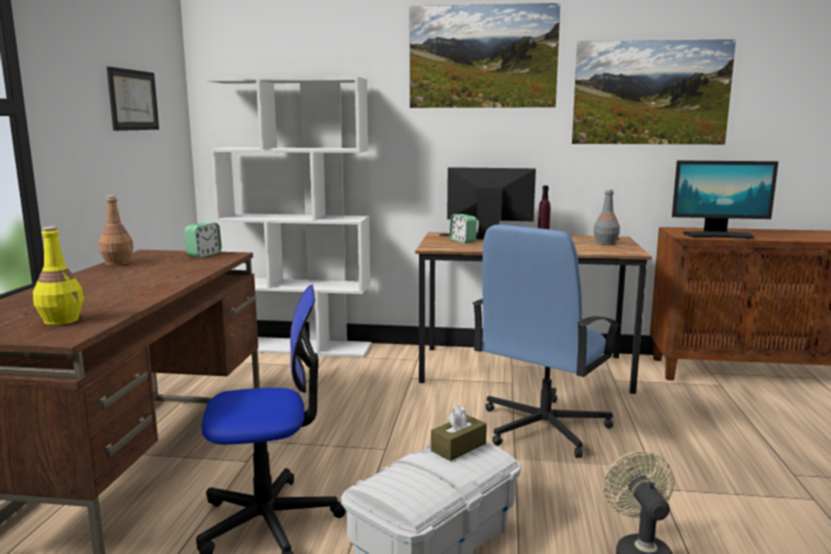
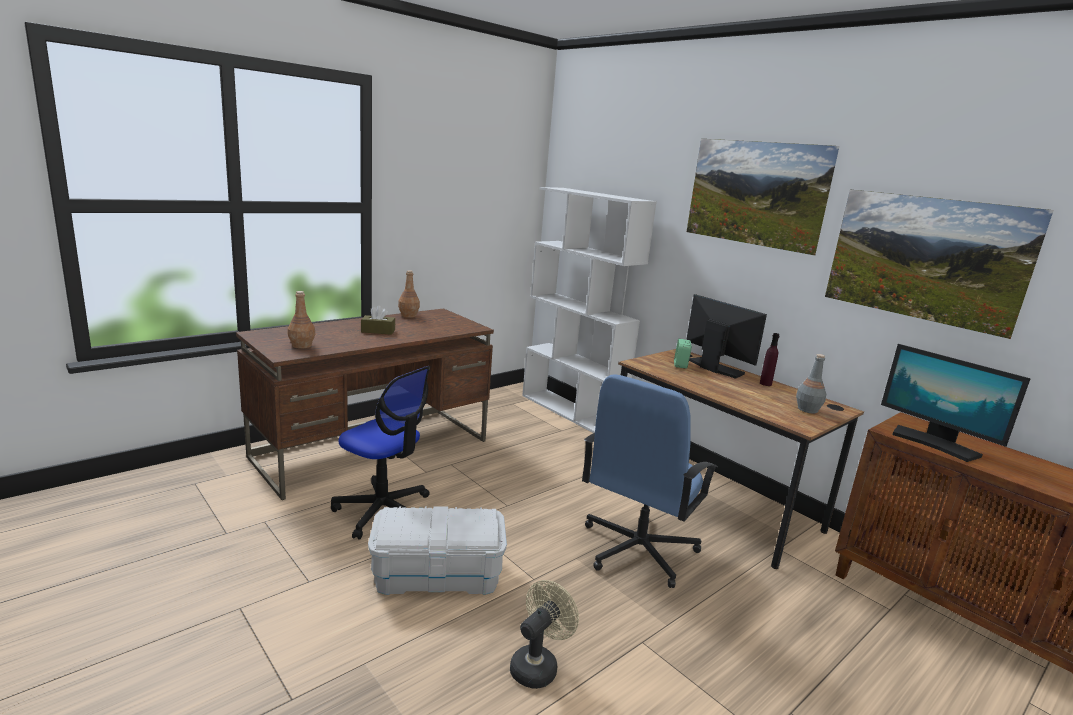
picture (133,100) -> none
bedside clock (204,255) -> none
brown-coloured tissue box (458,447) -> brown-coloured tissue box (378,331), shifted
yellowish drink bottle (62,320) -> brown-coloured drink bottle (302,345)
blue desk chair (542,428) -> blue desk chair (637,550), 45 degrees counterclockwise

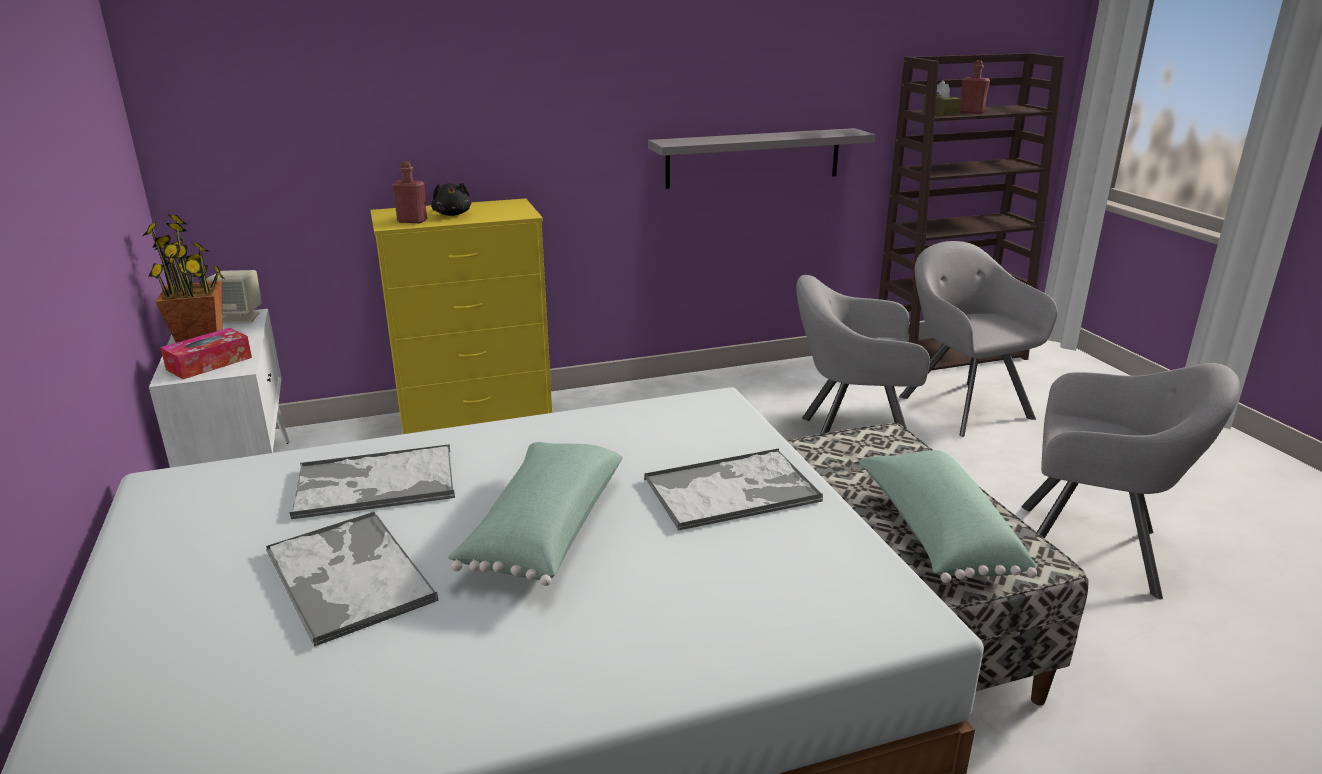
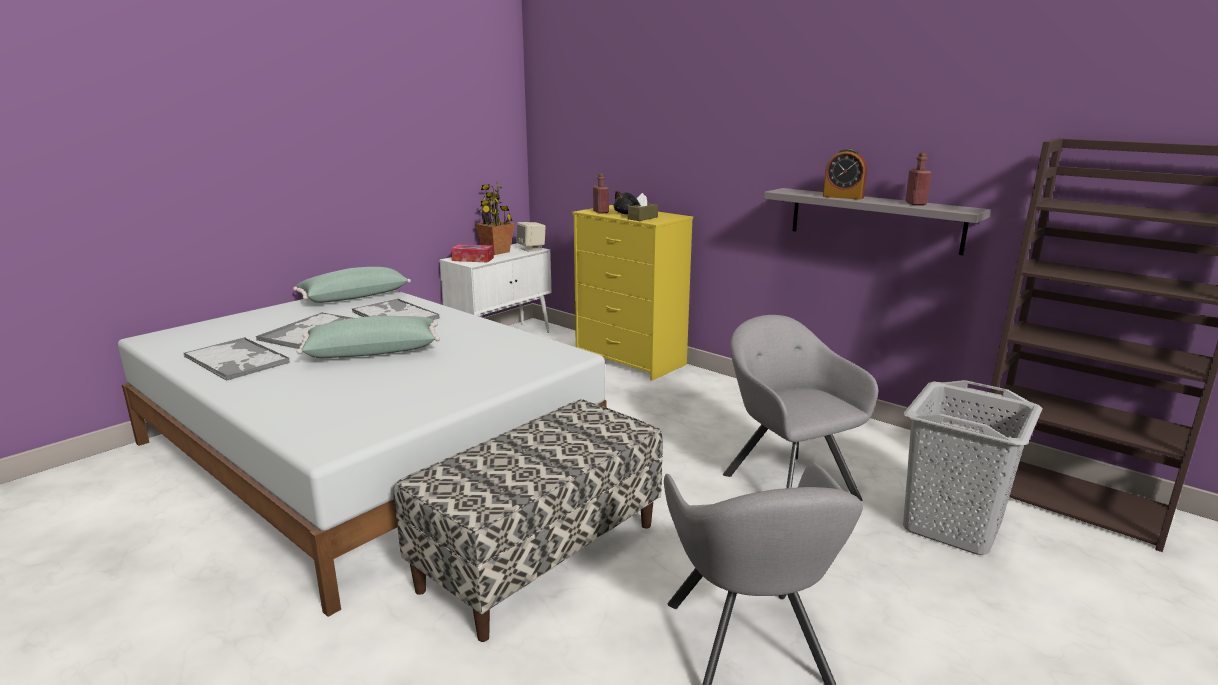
none -> bedside clock (843,197)
carrying tray (733,490) -> carrying tray (237,360), shifted
green-coloured throw pillow (935,534) -> green-coloured throw pillow (354,297), shifted
brown-coloured tissue box (940,113) -> brown-coloured tissue box (642,218), shifted
red drink bottle (971,112) -> red drink bottle (915,203), shifted
greyish armchair (961,405) -> greyish hamper (953,526)

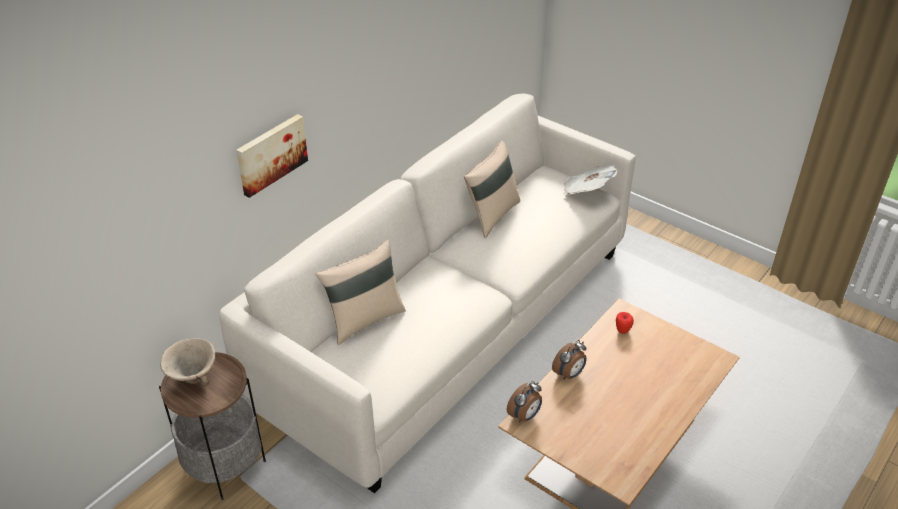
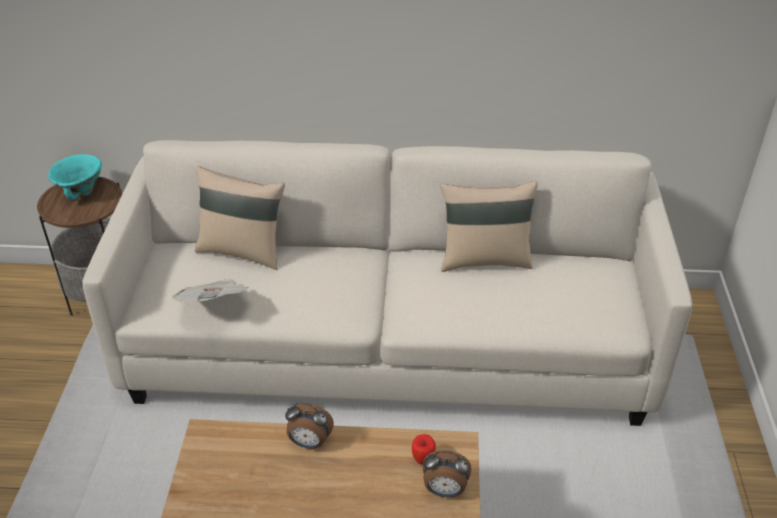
picture (270,154) -> none
bedside clock (525,416) -> bedside clock (444,490), shifted
daily paper (586,191) -> daily paper (214,305), shifted
sand-coloured bowl (192,378) -> blue-green bowl (80,191)

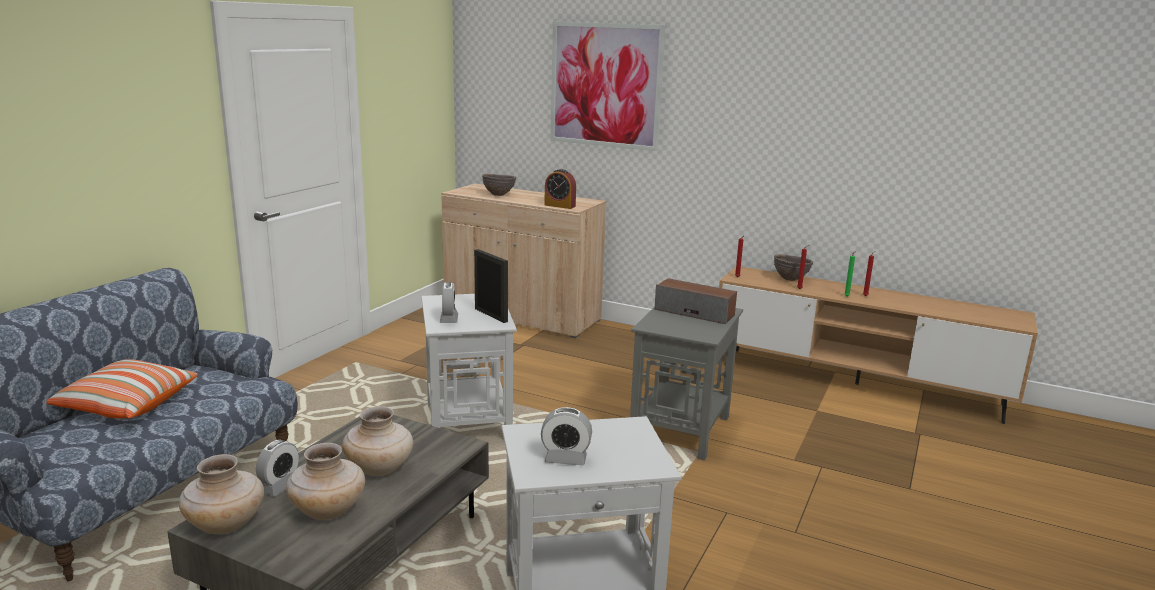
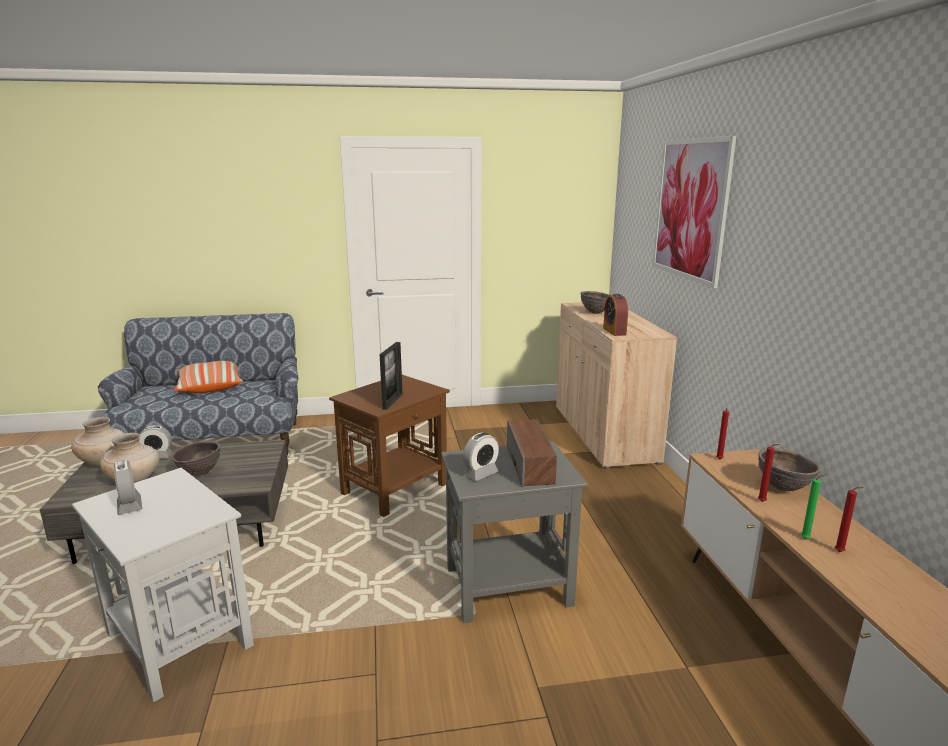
bedside clock (449,319) -> bedside clock (481,474), shifted
sand-coloured flower vase (380,469) -> brown-coloured bowl (199,473)
white side table (468,422) -> brown-coloured side table (395,488)

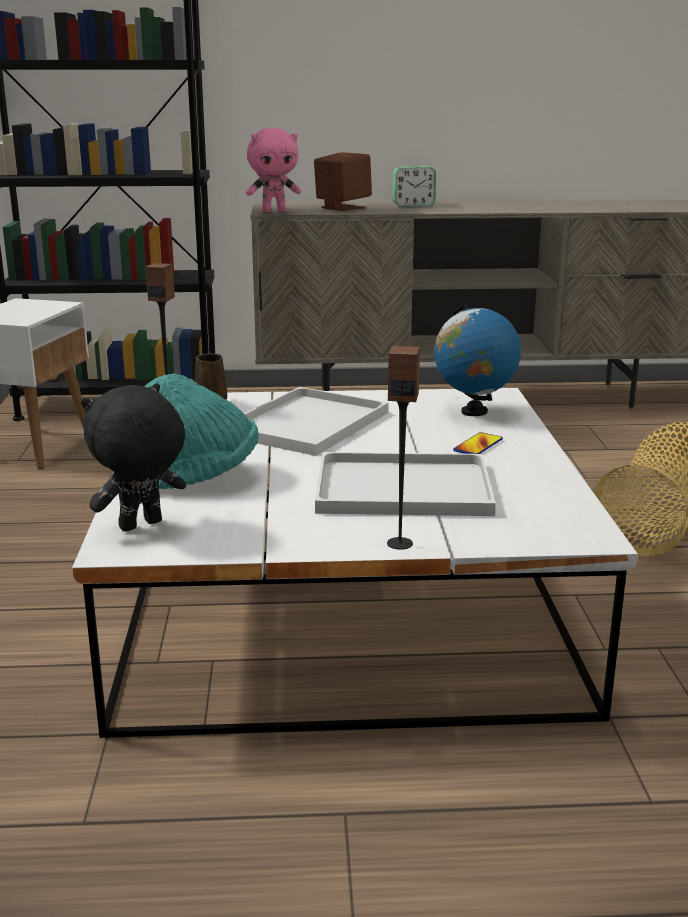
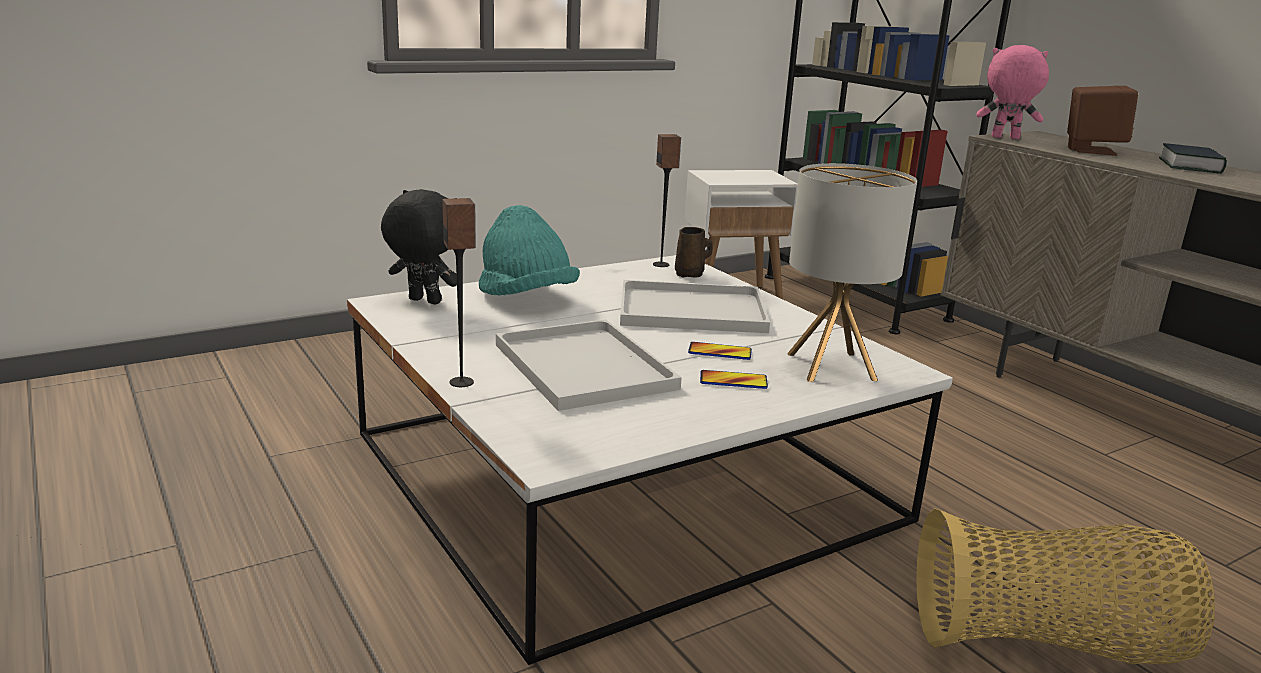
none -> handset (719,352)
bedside clock (413,205) -> volume (1190,166)
world globe (473,412) -> lamp for a table (830,367)
pinkish soft toy (274,211) -> pinkish soft toy (1004,138), 150 degrees clockwise

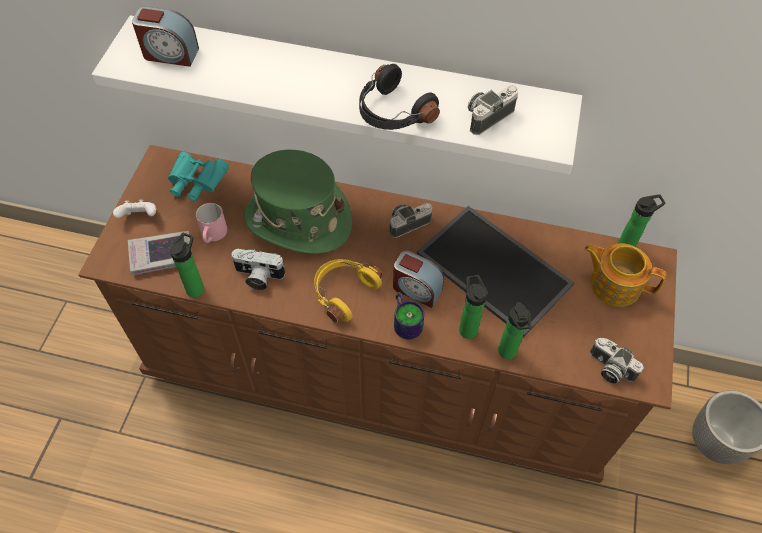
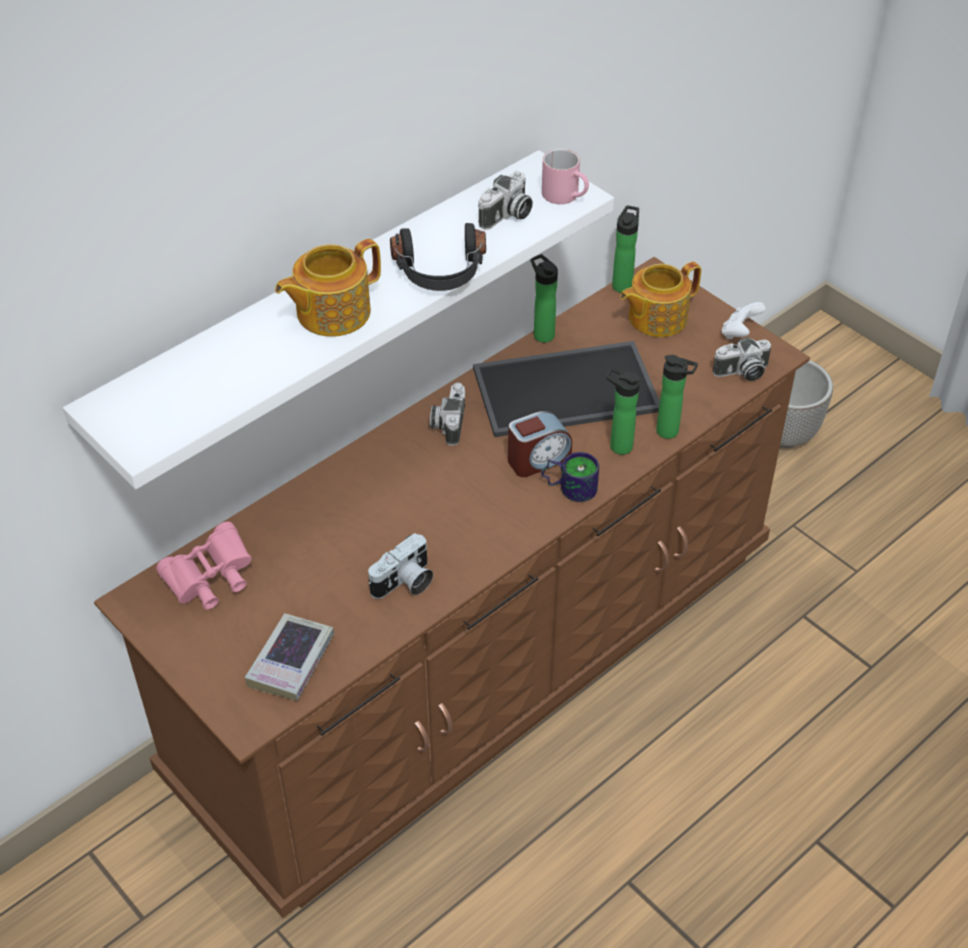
bedside clock (170,54) -> none
green-coloured hat (298,219) -> none
yellowish pair of headphones (343,292) -> none
none -> tea pot (331,312)
white game controller (140,217) -> white game controller (739,333), shifted
drink bottle (197,287) -> drink bottle (542,334), shifted
pinkish mug (213,235) -> pinkish mug (566,196), shifted
blue-green binoculars (197,184) -> pinkish binoculars (210,580)
still camera (488,116) -> still camera (507,216), 135 degrees counterclockwise

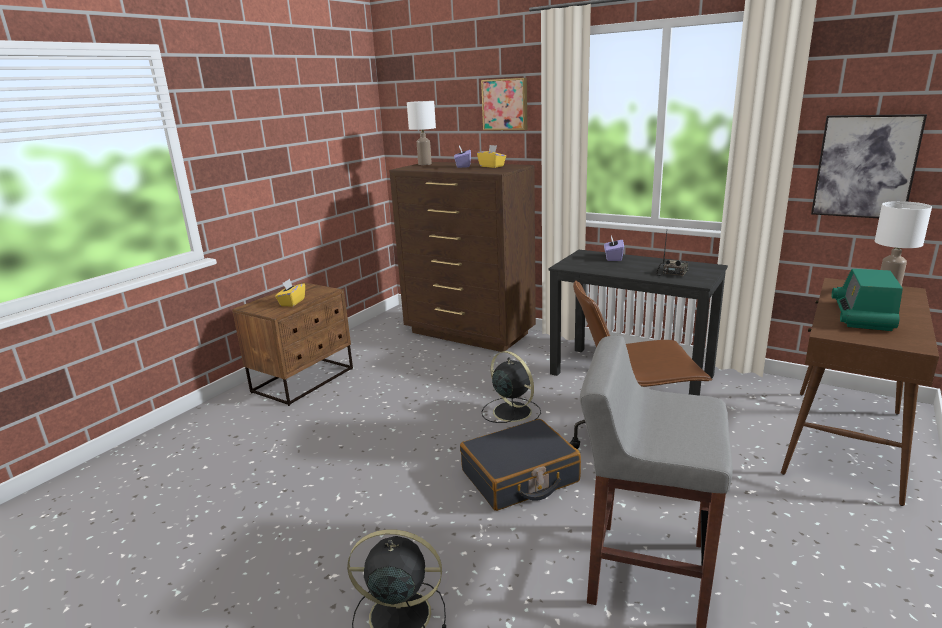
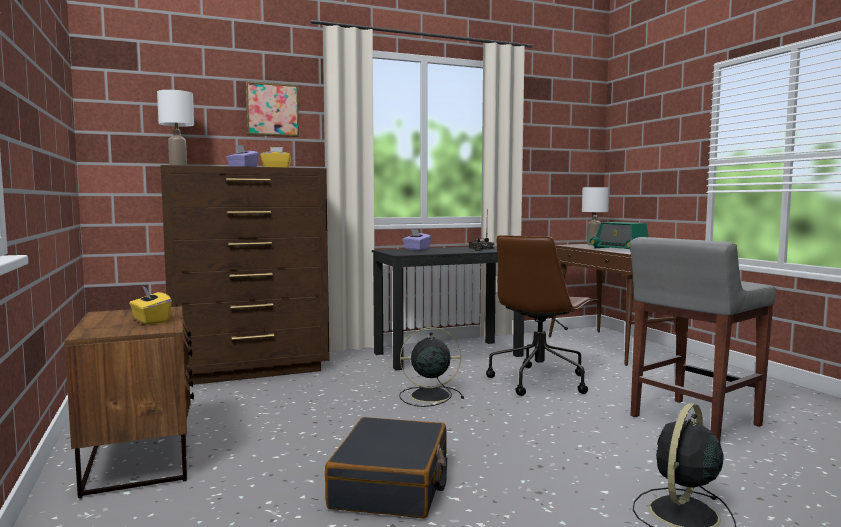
picture (865,167) -> none
blackish travel case (520,477) -> blackish travel case (392,484), shifted

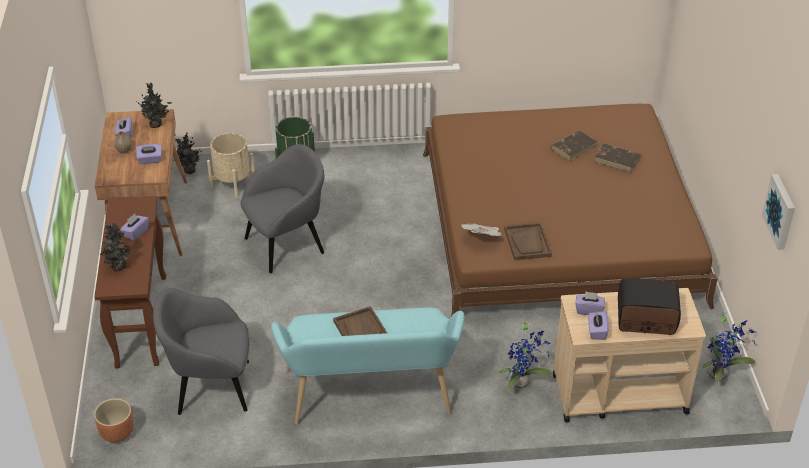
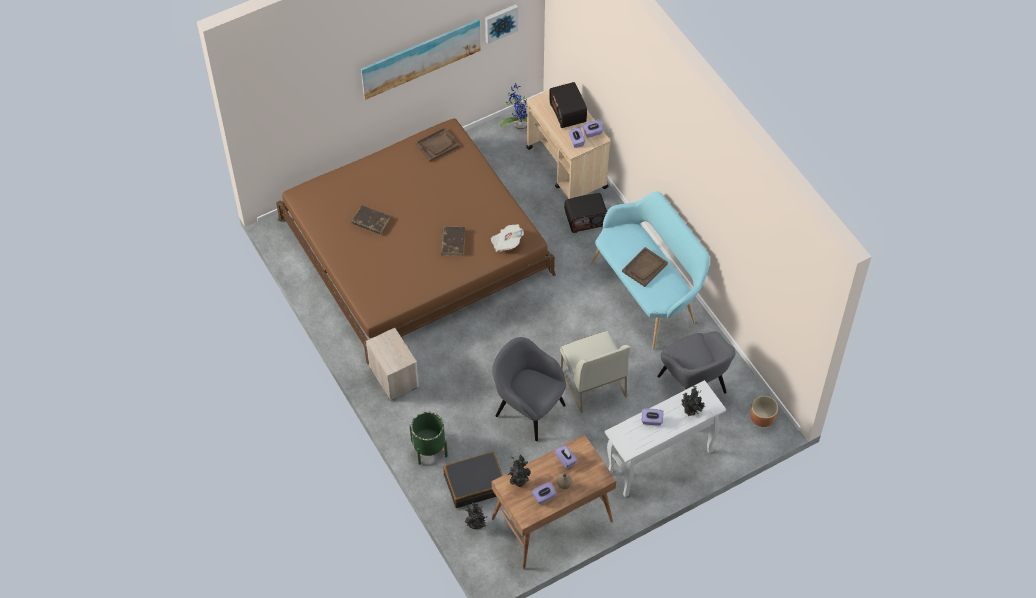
none -> picture (420,57)
none -> nightstand (393,376)
none -> white chair (592,383)
brown-coloured carrying tray (527,243) -> brown-coloured carrying tray (437,145), shifted
brown-coloured volume (617,159) -> brown-coloured volume (453,242), shifted
sand-coloured plant pot (232,183) -> blackish travel case (474,484)
plant in a pot (522,382) -> radio set (586,219)
brown-coloured console table (141,320) -> white console table (659,462)

